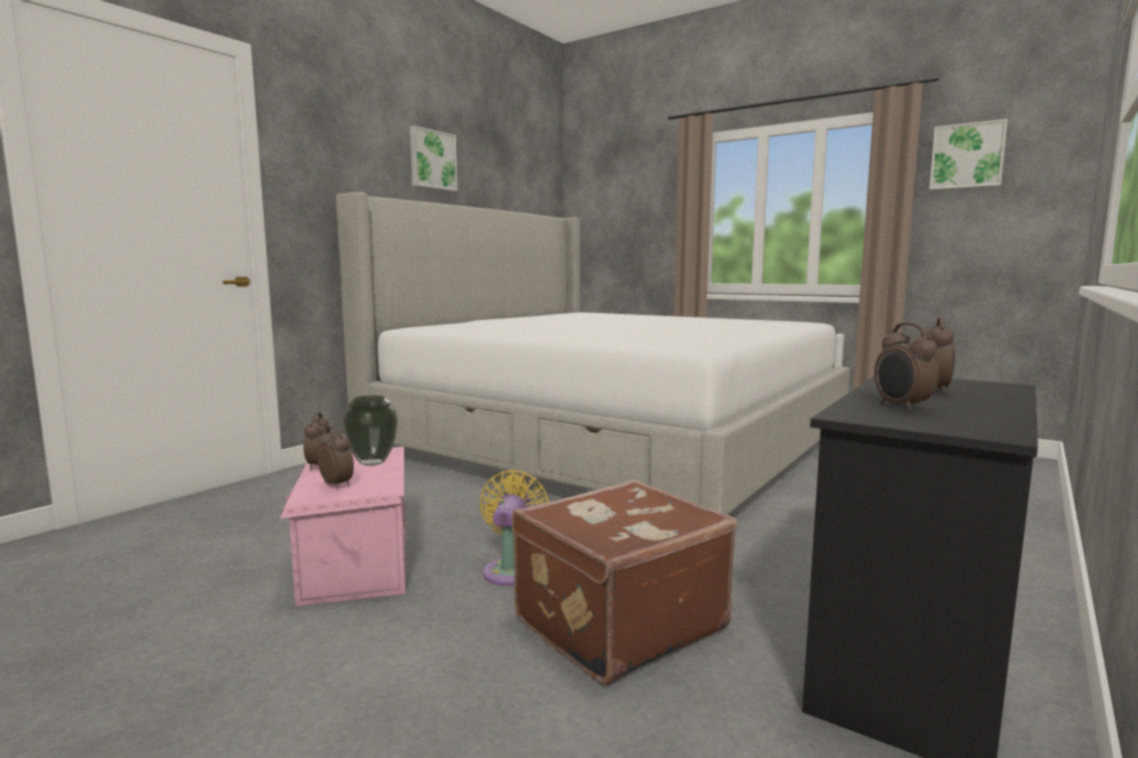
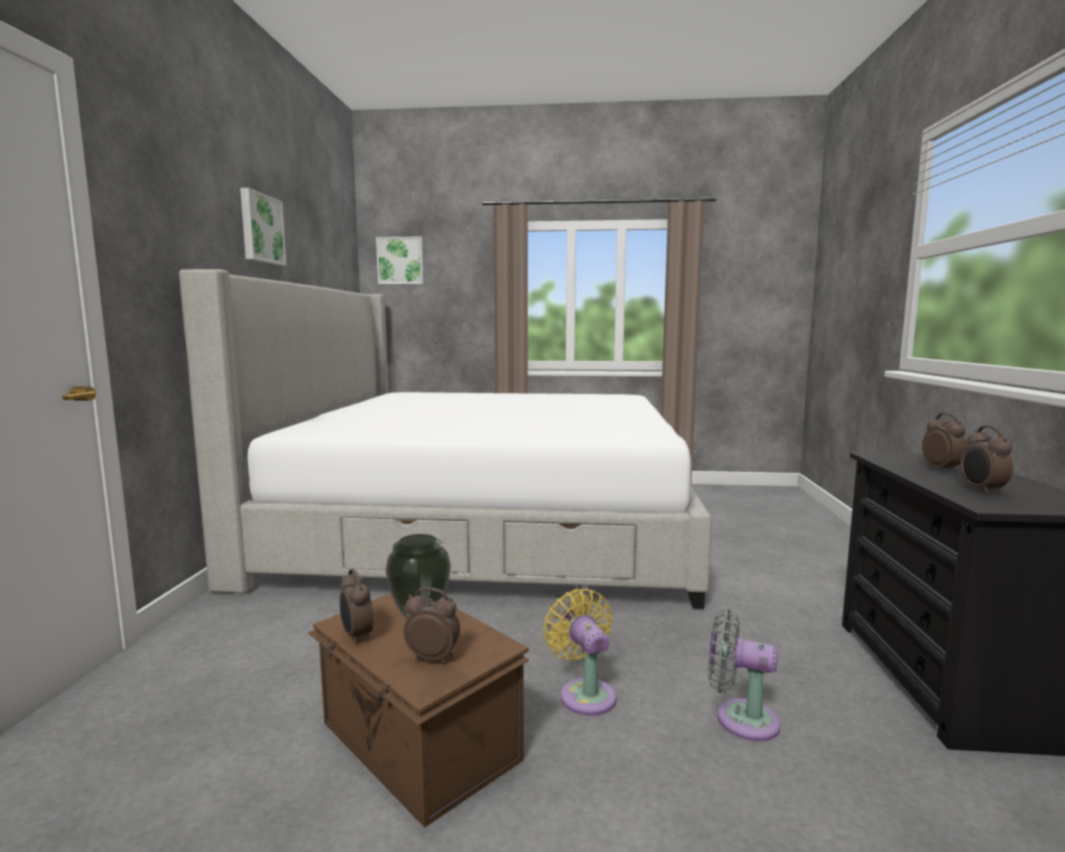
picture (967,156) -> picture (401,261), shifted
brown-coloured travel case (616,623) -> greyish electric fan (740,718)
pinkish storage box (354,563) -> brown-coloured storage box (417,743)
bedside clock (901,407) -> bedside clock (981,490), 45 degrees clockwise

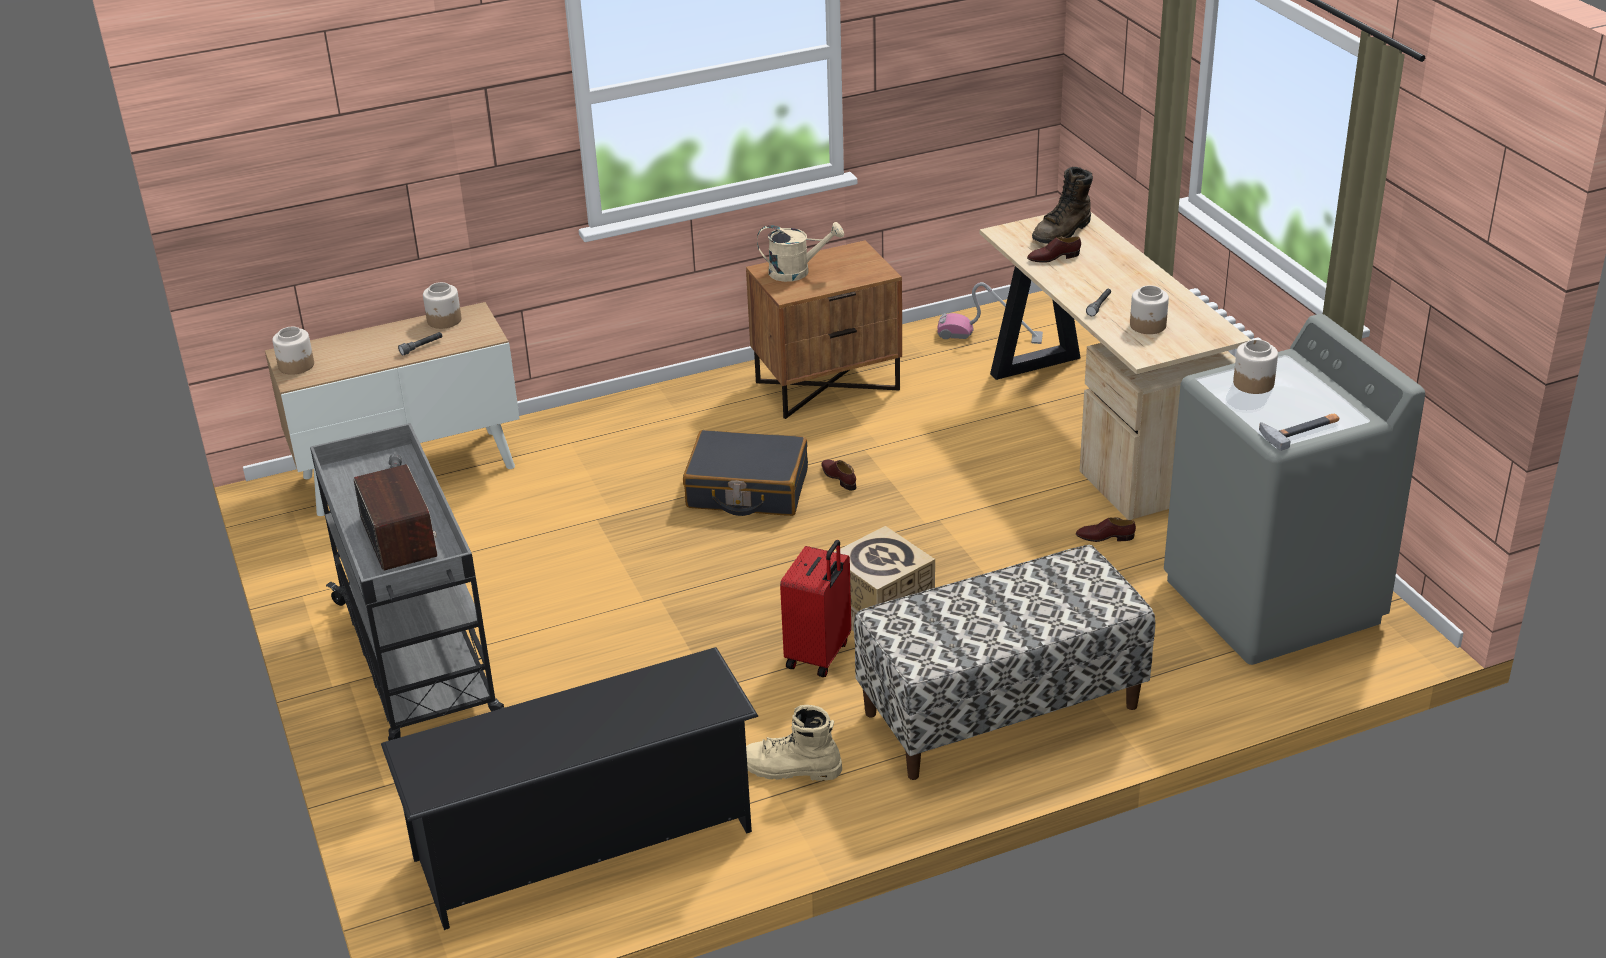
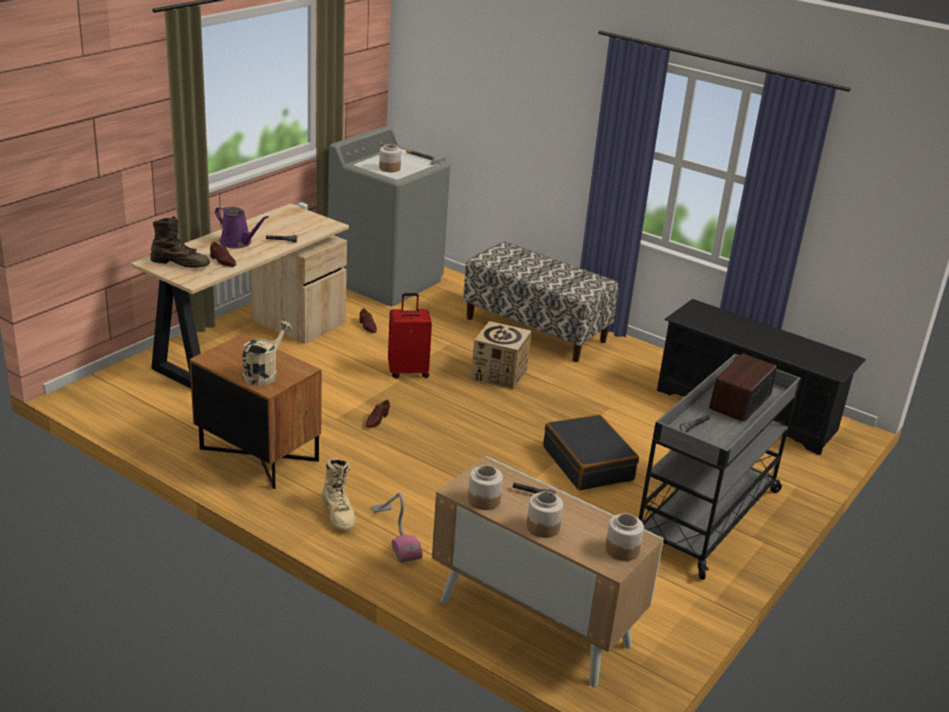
none -> purplish watering can (238,243)
blackish travel case (747,489) -> blackish travel case (588,464), shifted
sand-coloured tall boot (790,769) -> sand-coloured tall boot (339,513), shifted
red travel case (819,655) -> red travel case (408,371), shifted
hoover (989,336) -> hoover (395,534), shifted
preserve jar (1148,325) -> preserve jar (543,527), shifted
sand-coloured watering can (797,272) -> sand-coloured watering can (264,373), 60 degrees clockwise

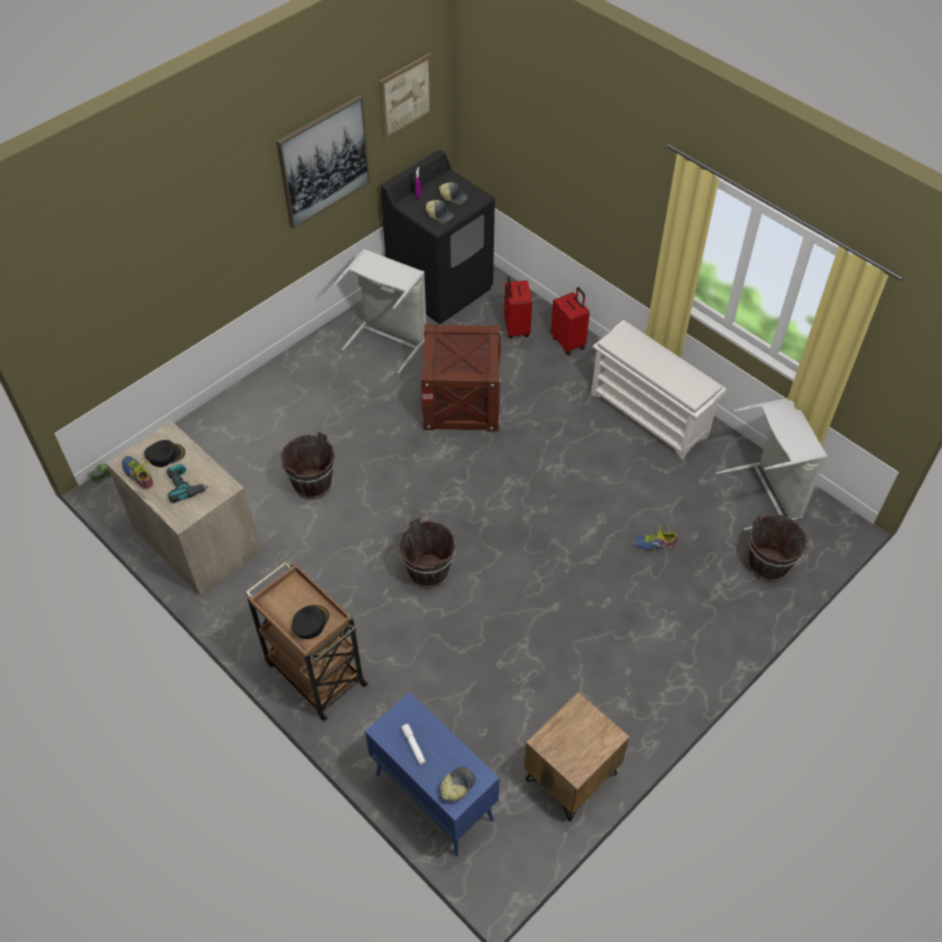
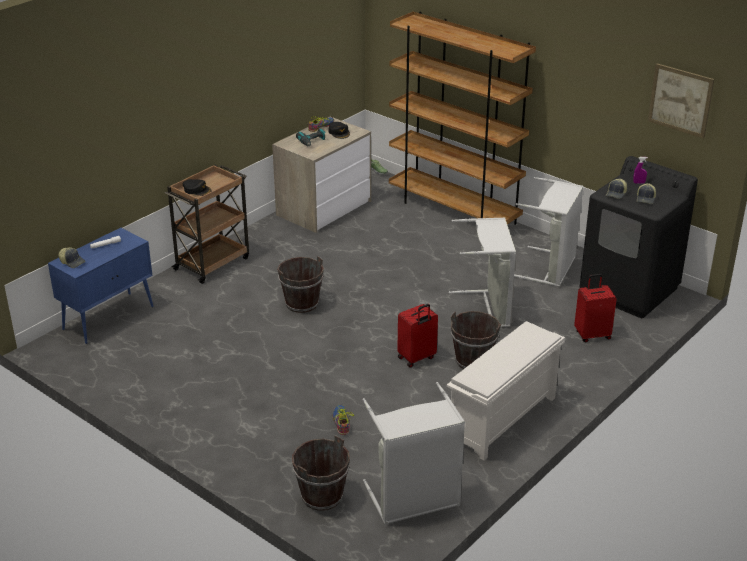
picture (324,161) -> none
brown-coloured nightstand (571,777) -> none
none -> brown-coloured shelving unit (454,211)
brown-coloured water bucket (313,485) -> brown-coloured water bucket (473,361), shifted
red travel case (569,342) -> red travel case (417,358), shifted
crate (461,402) -> greyish hamper (487,309)

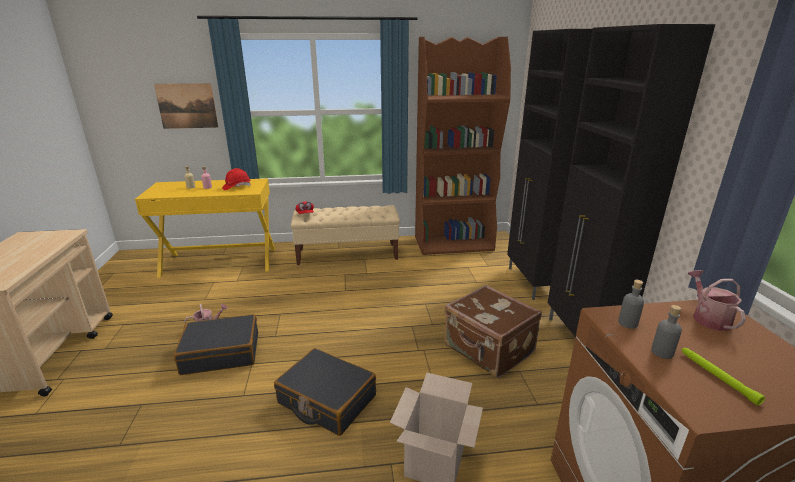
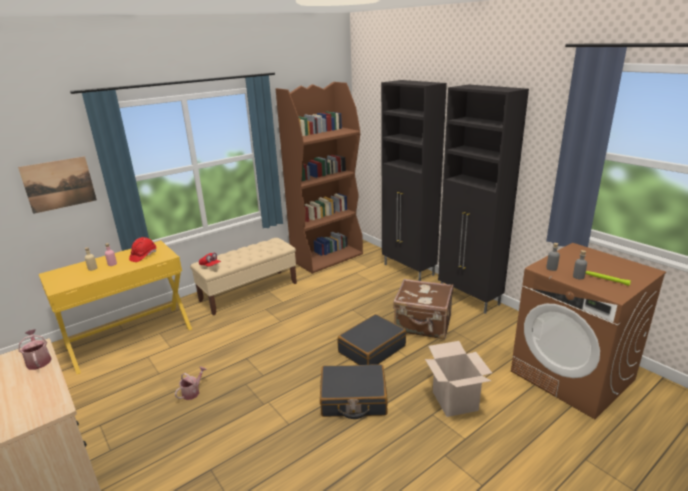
blackish travel case (221,353) -> blackish travel case (371,349), shifted
watering can (708,317) -> watering can (38,360), shifted

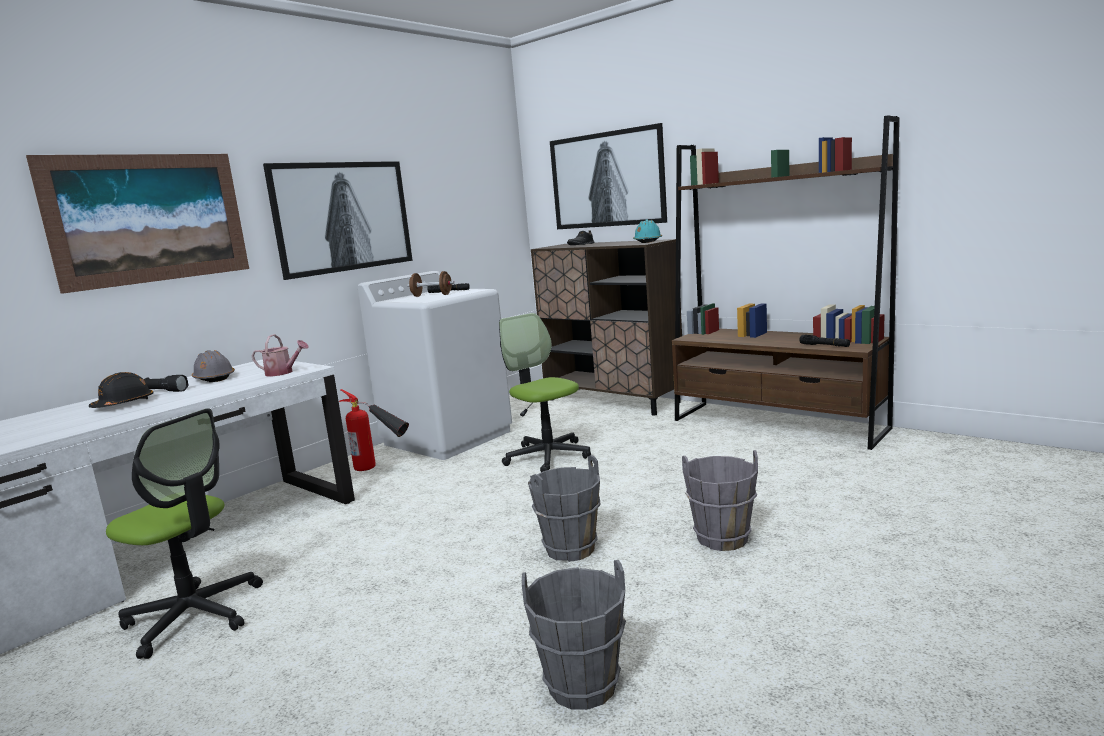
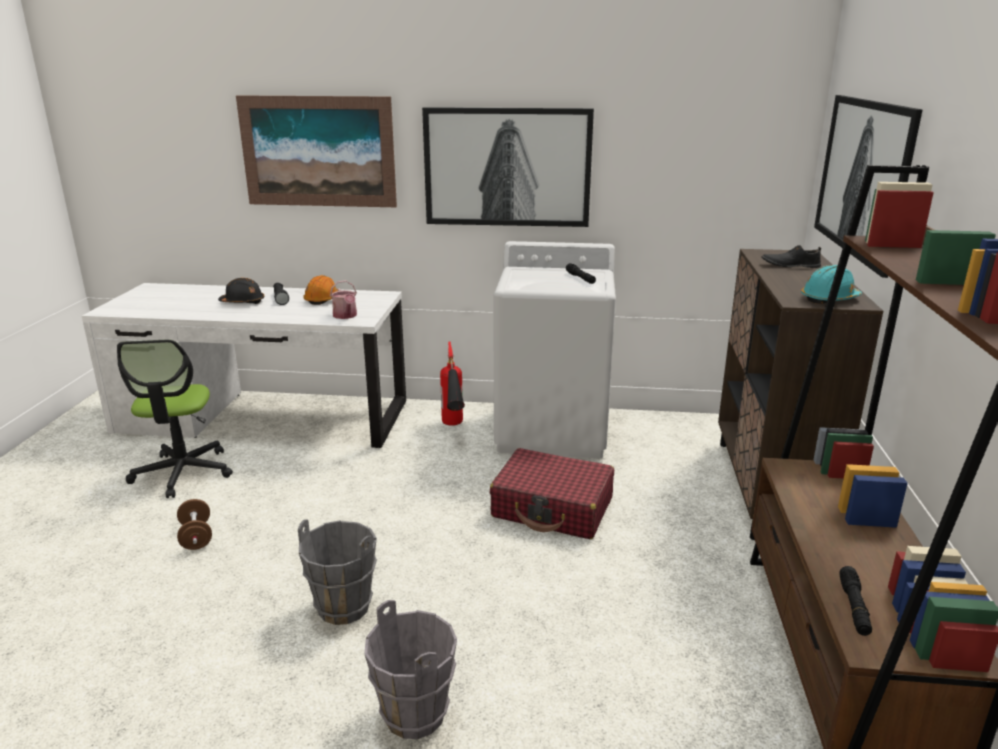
greyish water bucket (582,686) -> none
brown-coloured free weight (432,295) -> brown-coloured free weight (196,537), shifted
desk chair (547,456) -> red travel case (553,508)
greyish safety helmet (214,378) -> orangey safety helmet (323,299)

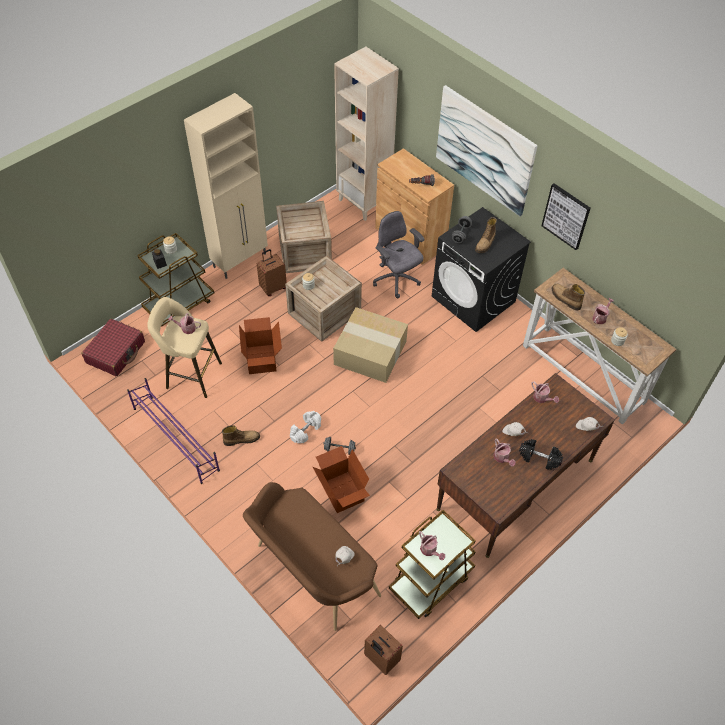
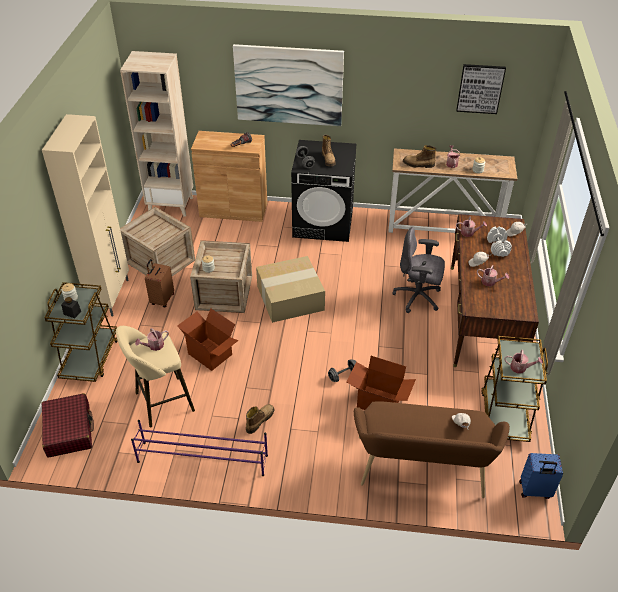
blackish free weight (539,458) -> none
white free weight (305,430) -> white free weight (497,247), shifted
greyish desk chair (396,280) -> greyish desk chair (418,298), shifted
picture (566,216) -> picture (480,88), shifted
brown-coloured travel case (381,659) -> blue travel case (535,491)

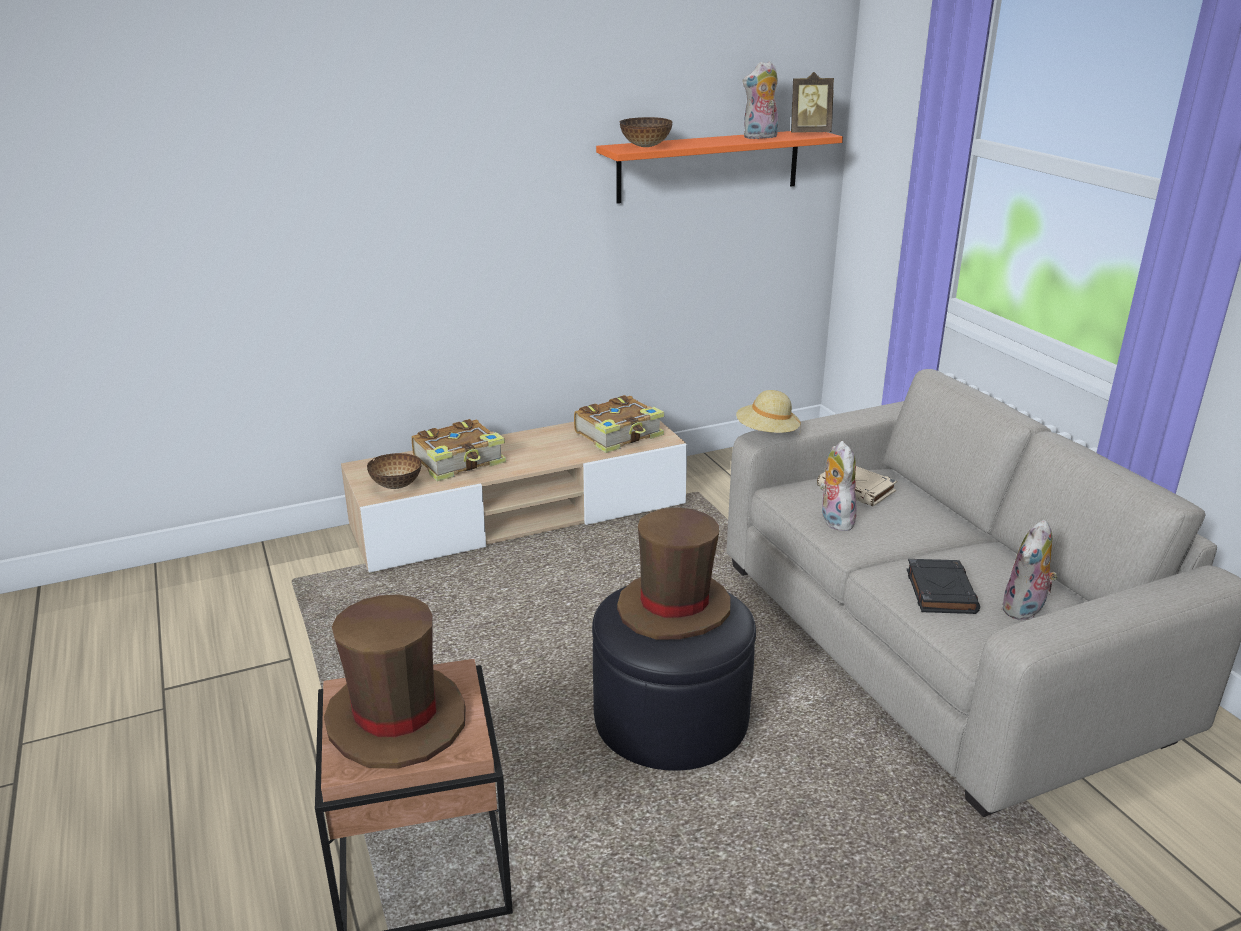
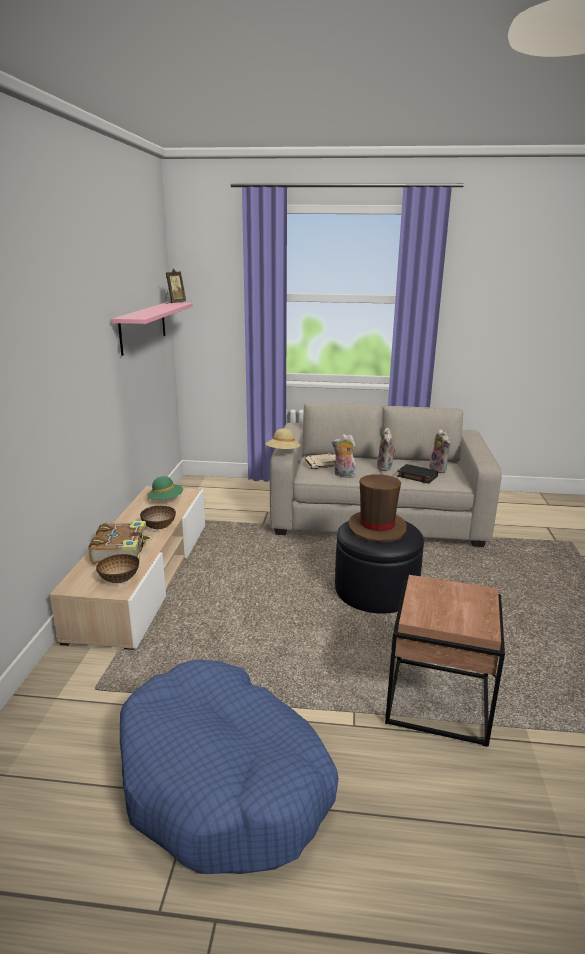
brown-coloured hat (397,719) -> none
none -> blue dog cushion (223,780)
bowl (645,146) -> bowl (159,527), shifted
soft toy (760,137) -> soft toy (385,468), shifted
volume (620,435) -> green-coloured hat (166,500)
orangey wall shelf (709,165) -> pinkish wall shelf (143,327)

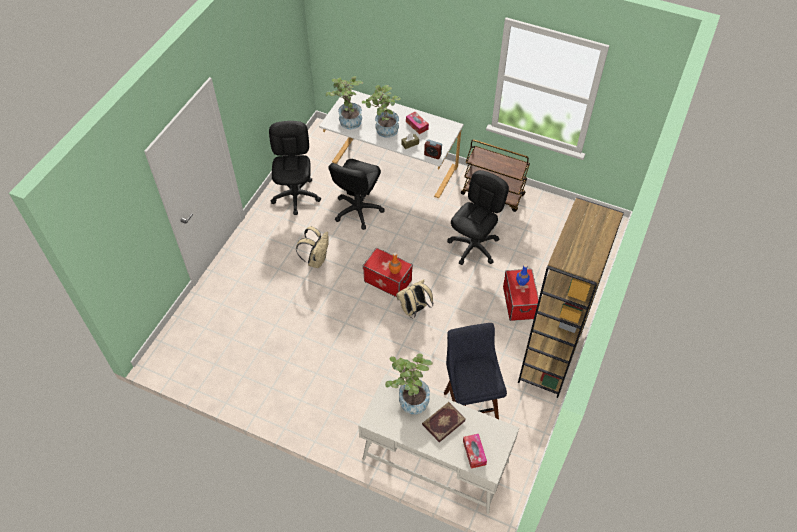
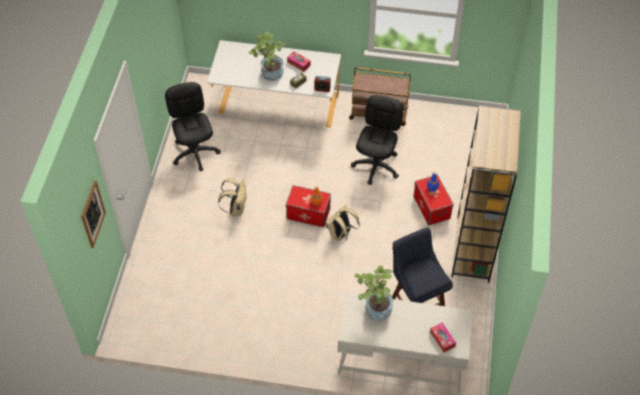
plant in a pot (347,120) -> none
blackish desk chair (358,210) -> none
volume (443,422) -> none
none -> picture (92,214)

